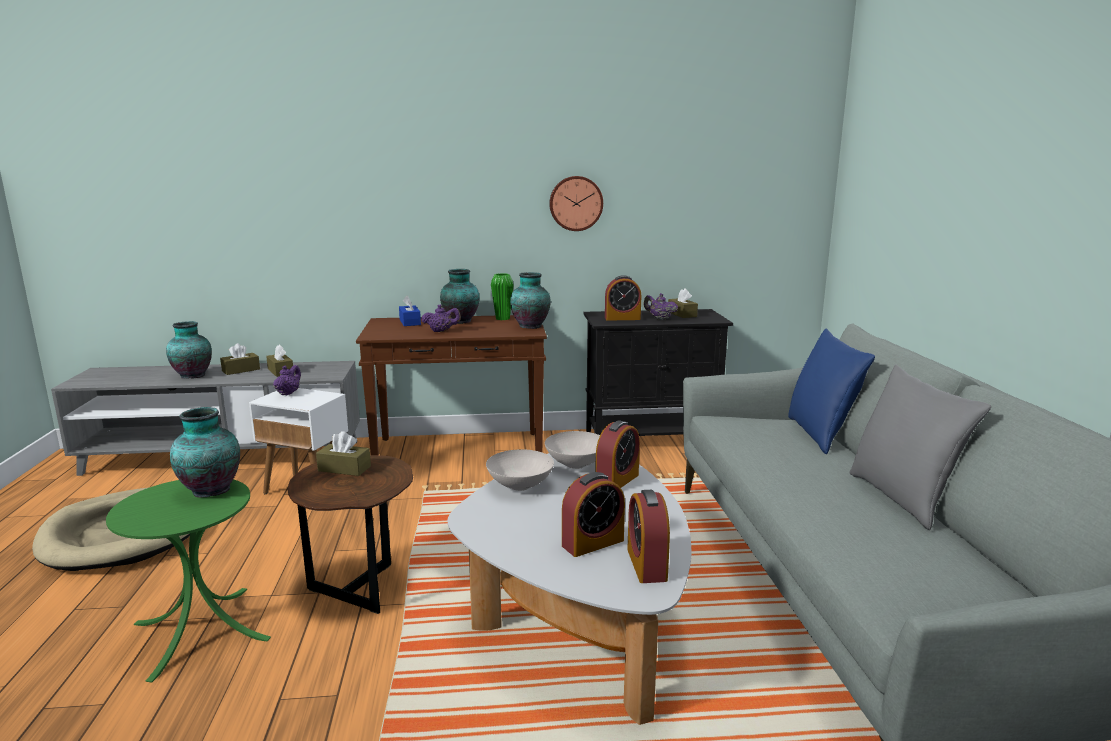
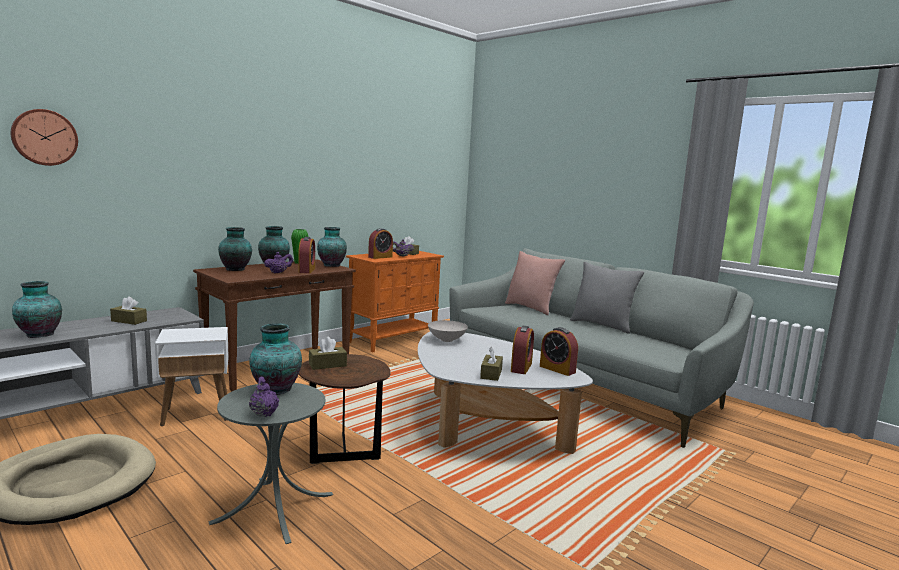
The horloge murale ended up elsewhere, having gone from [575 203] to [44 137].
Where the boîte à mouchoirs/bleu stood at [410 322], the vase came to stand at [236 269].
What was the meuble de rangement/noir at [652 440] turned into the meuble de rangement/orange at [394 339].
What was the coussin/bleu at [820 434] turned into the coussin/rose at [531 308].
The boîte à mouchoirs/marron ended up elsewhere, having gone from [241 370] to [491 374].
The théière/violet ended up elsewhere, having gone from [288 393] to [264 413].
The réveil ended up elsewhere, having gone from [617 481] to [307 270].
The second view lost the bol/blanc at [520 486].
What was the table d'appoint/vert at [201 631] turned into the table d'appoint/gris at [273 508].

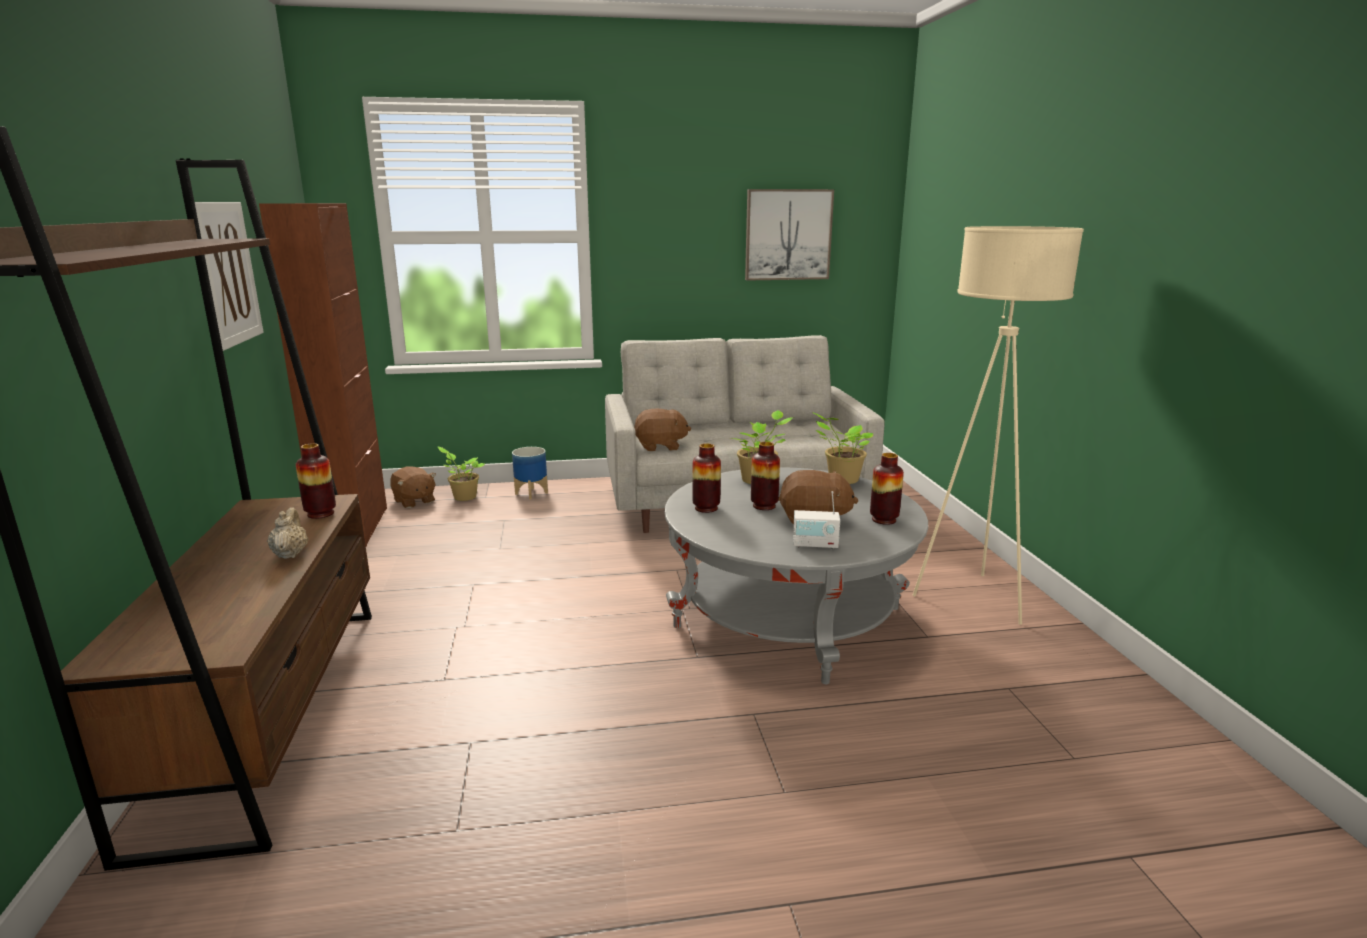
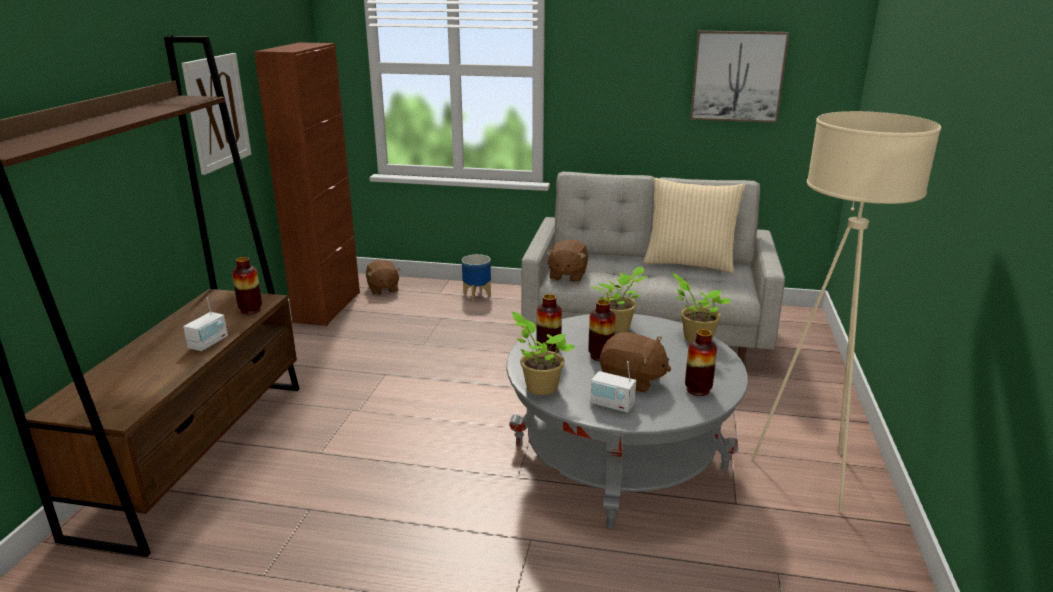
The peluche/marron at [660 446] ended up facing another way, 90 degrees clockwise from before.
The plante en pot ended up elsewhere, having gone from [463 497] to [539 386].
Where the théière/beige stood at [290 554], the radio came to stand at [209 343].
The second view gained the coussin/beige at [689 263].

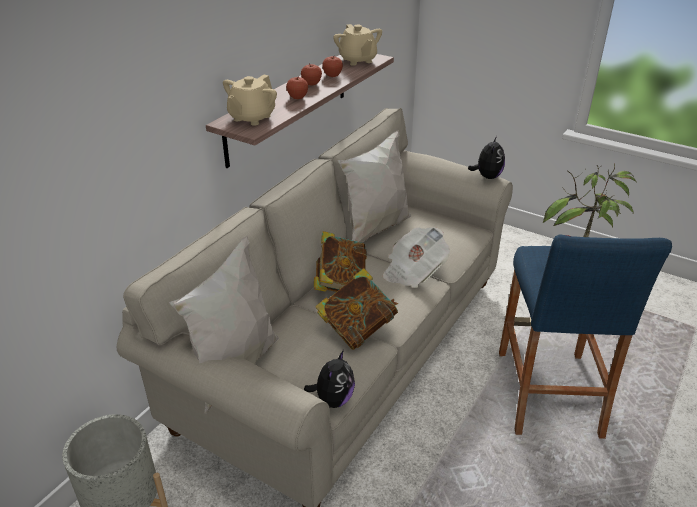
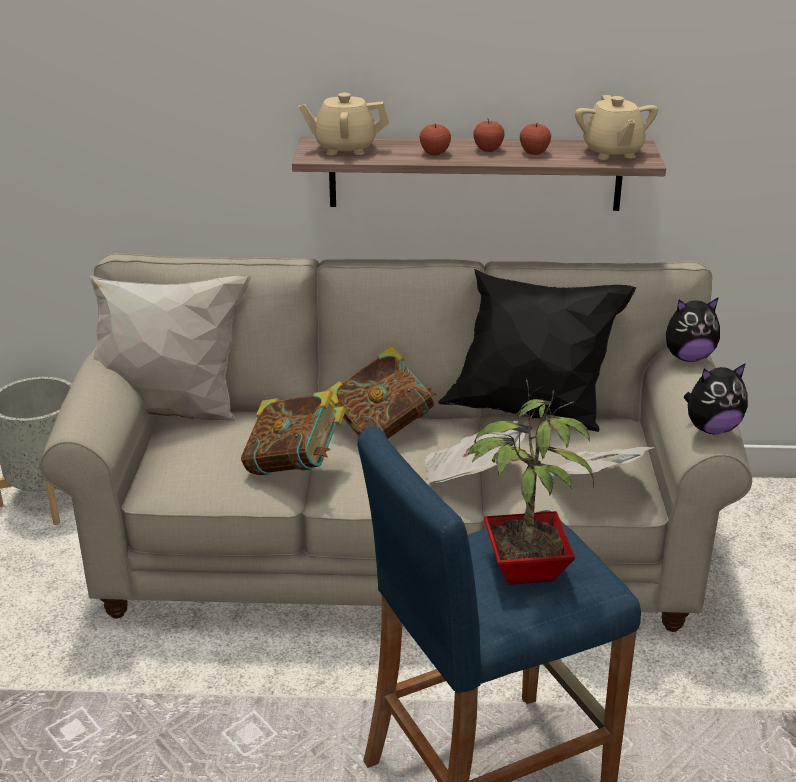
The théière/beige at [357 60] ended up facing another way, 45 degrees counterclockwise from before.
What was the coussin/blanc at [375 228] turned into the coussin/noir at [530 414].
The peluche ended up elsewhere, having gone from [333 399] to [688 357].
The second view gained the journal at [594 483].

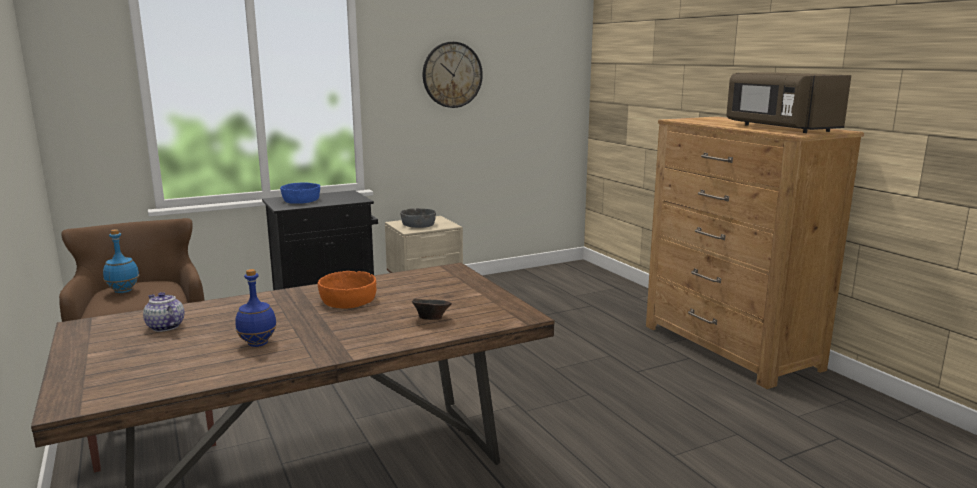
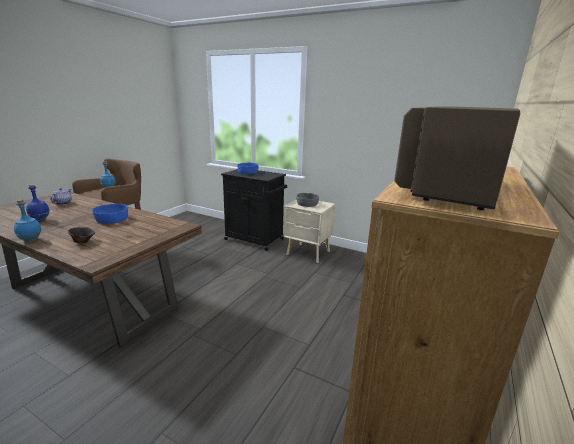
The second view lost the horloge murale at [452 75].
What was the bol/orange at [348 300] turned into the bol/bleu at [111 219].
The second view gained the bouteille/bleu at [30 240].

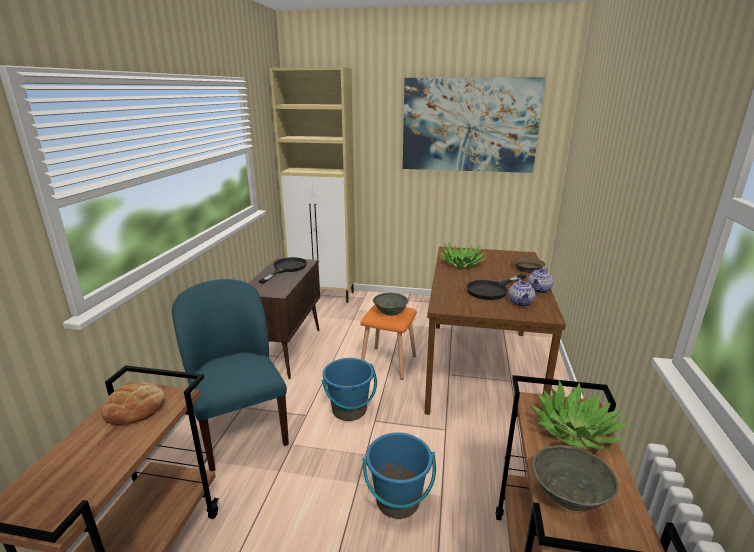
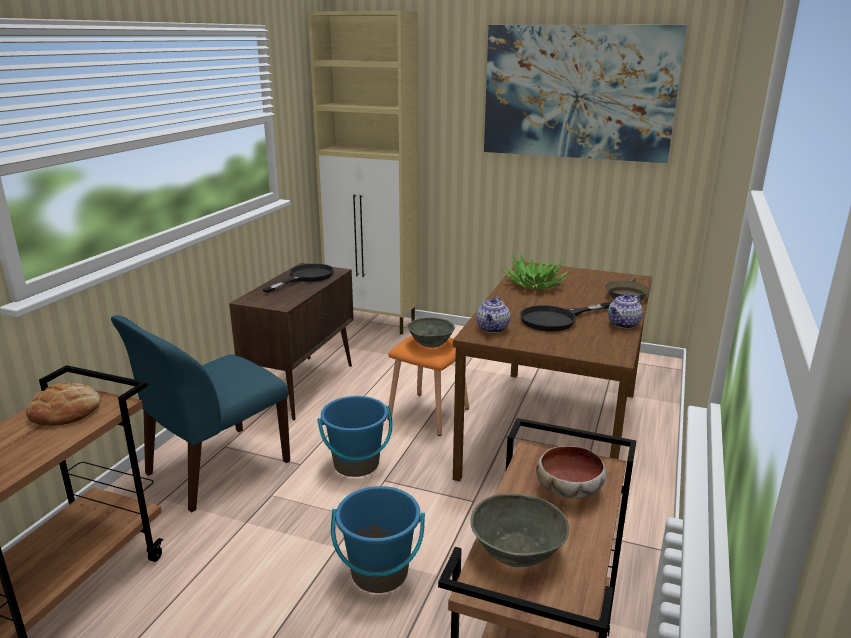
The théière ended up elsewhere, having gone from [521 303] to [492 329].
The chaise/bleu at [240 427] ended up facing another way, 120 degrees counterclockwise from before.
Where the plante en pot stood at [575 431], the bol came to stand at [569 489].

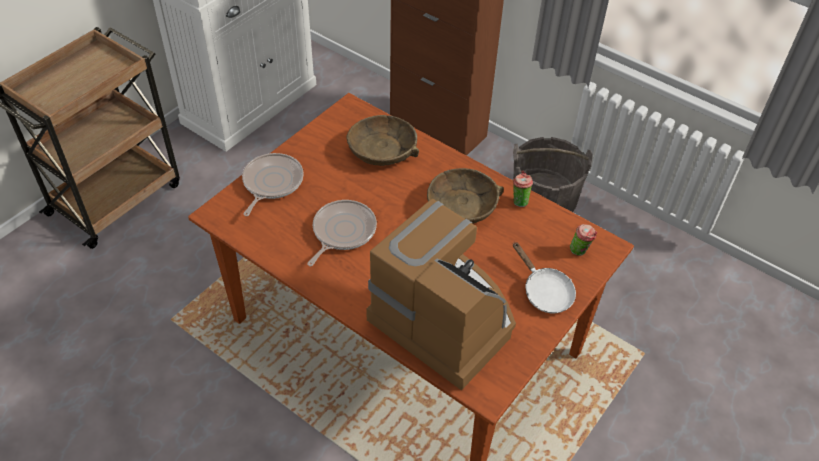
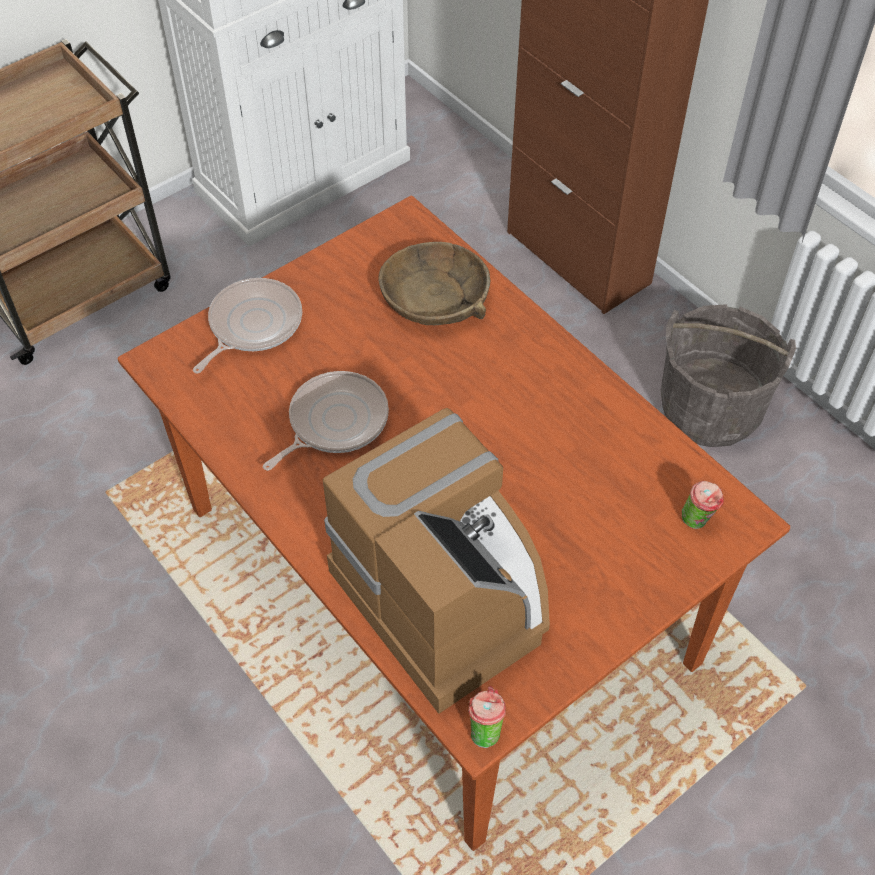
The second view lost the bol/marron at [462 205].
The tasse ended up elsewhere, having gone from [519 201] to [485 730].
The second view lost the poêle/blanc at [544 291].

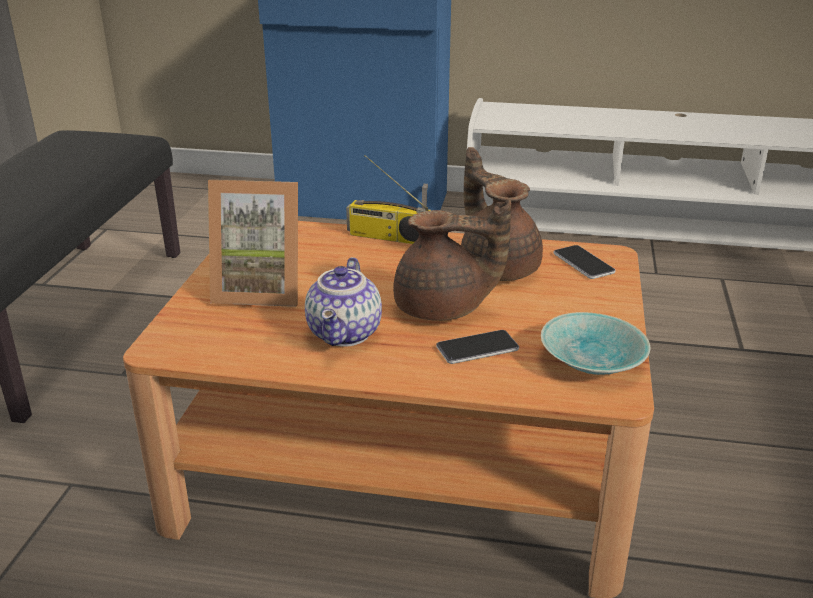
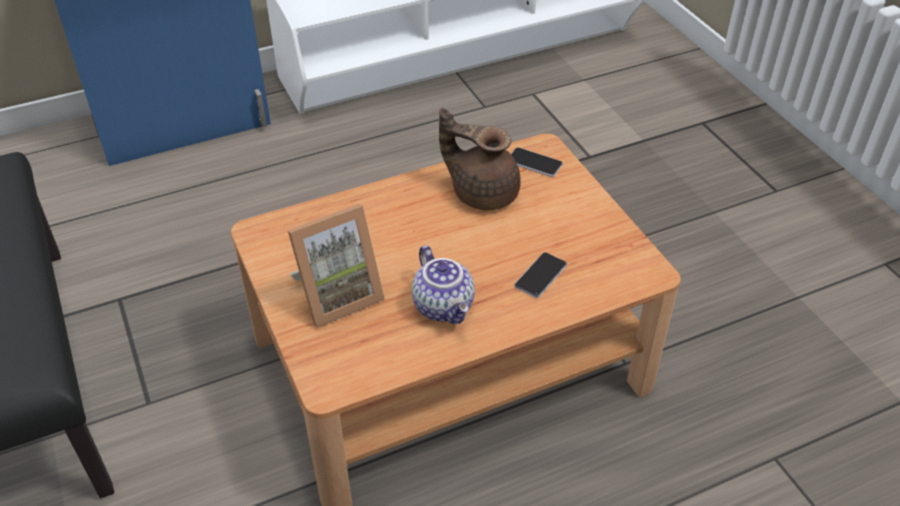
The second view lost the radio at [387 237].
The second view lost the théière/marron at [443 309].
The second view lost the bol/turquoise at [594 359].

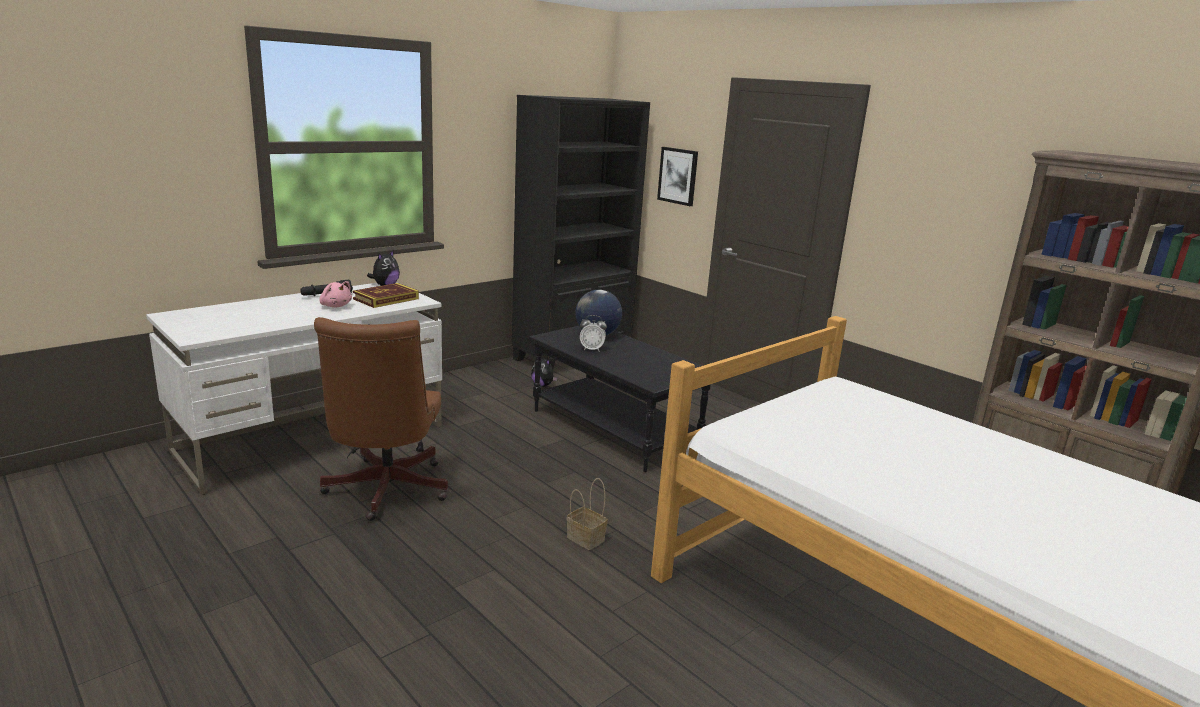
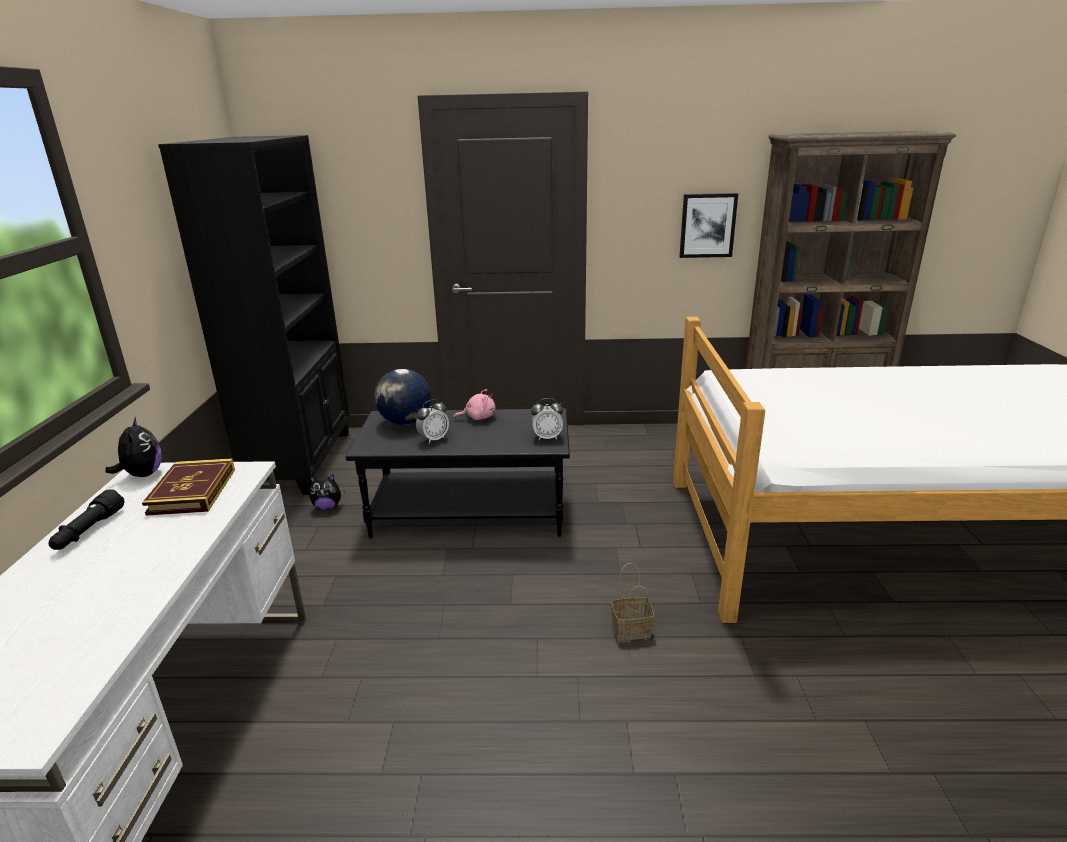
The tableau ended up elsewhere, having gone from [678 176] to [707 225].
The peluche/rose ended up elsewhere, having gone from [335 306] to [478 417].
The second view lost the chaise de bureau/marron at [384 492].
The second view gained the réveil at [547 437].

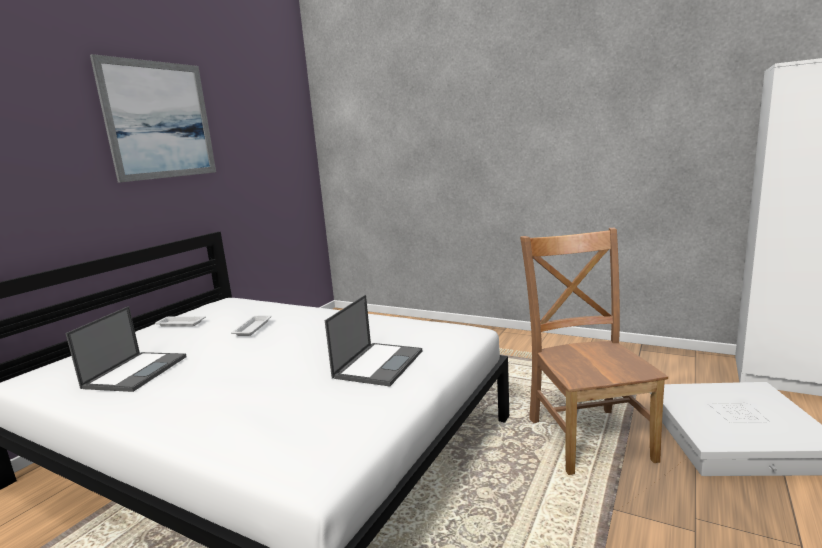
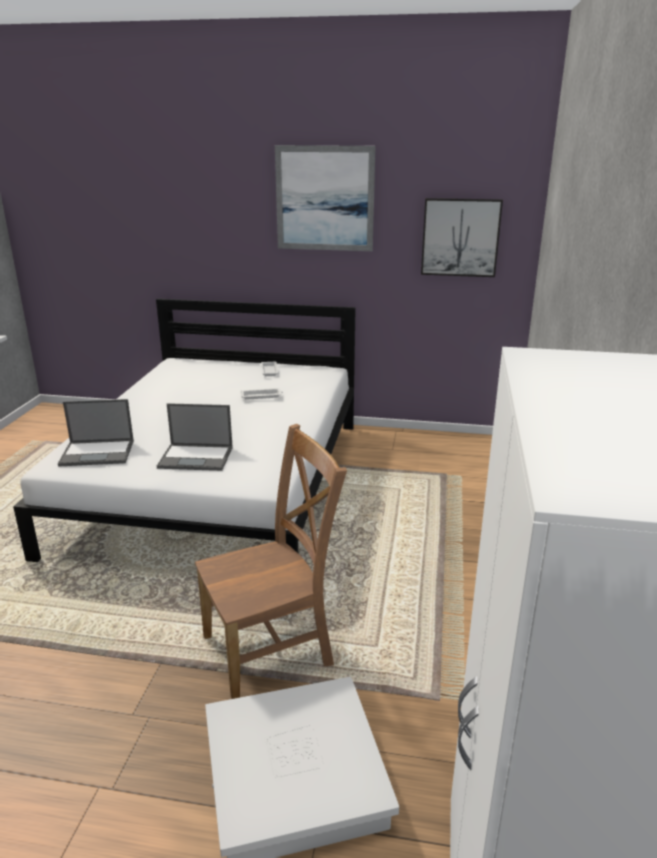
The ordinateur portable ended up elsewhere, having gone from [136 371] to [98 453].
The second view gained the tableau at [460 237].

